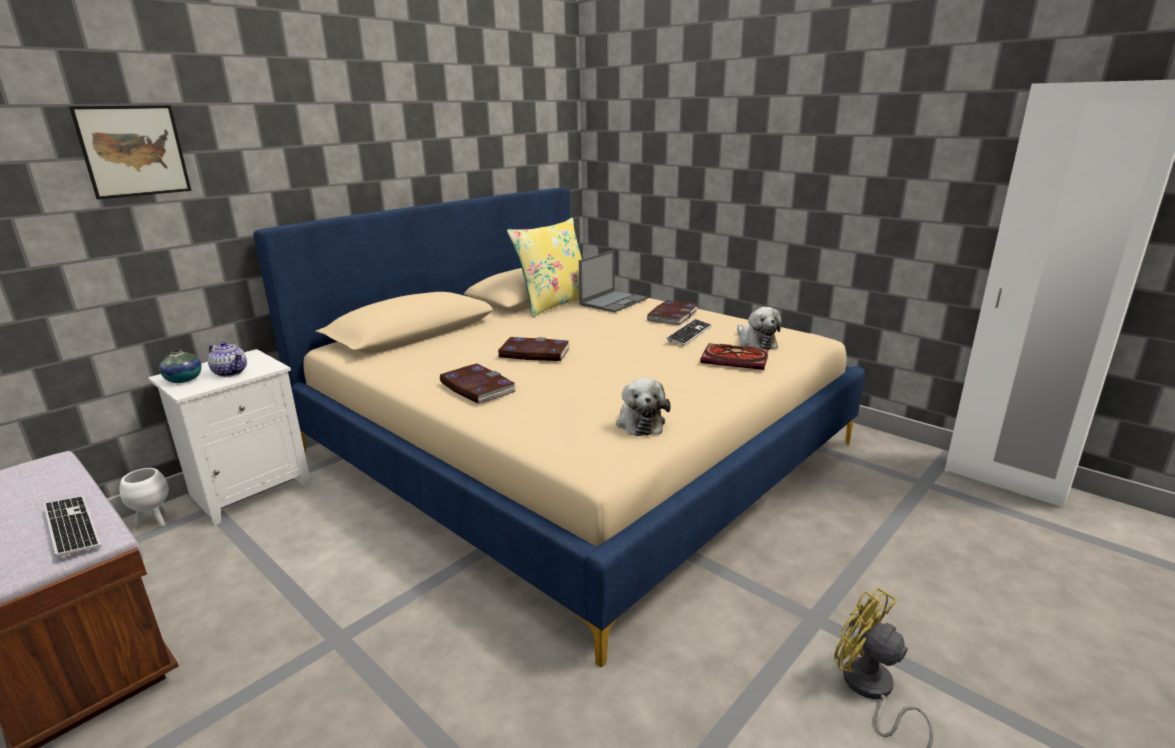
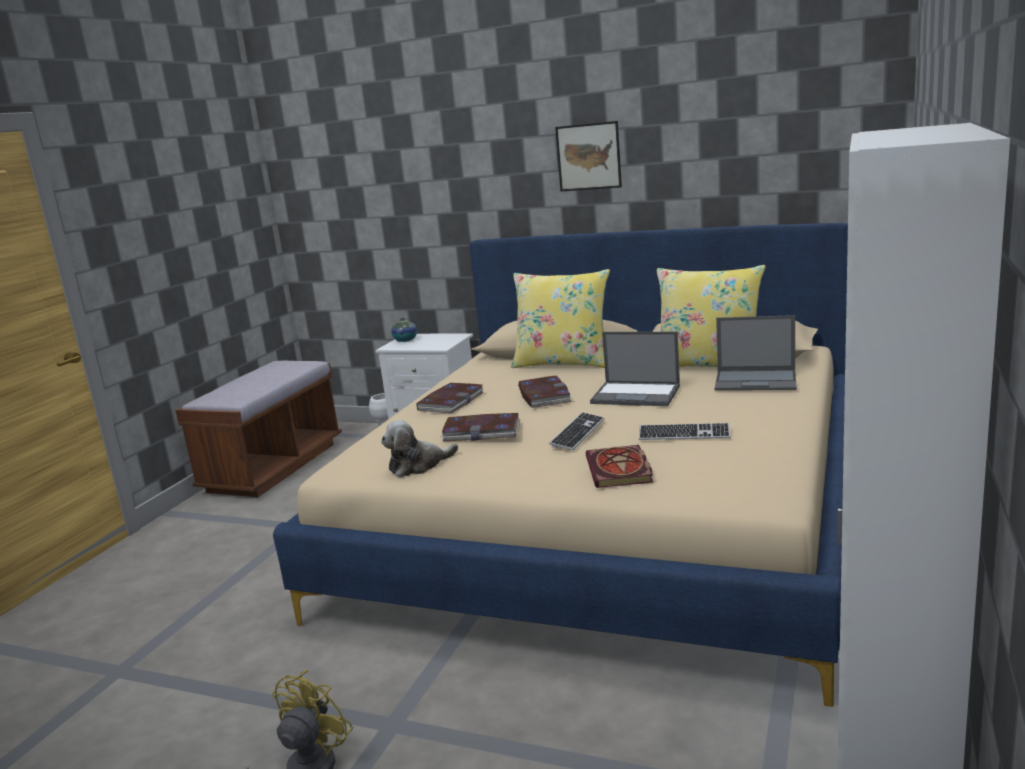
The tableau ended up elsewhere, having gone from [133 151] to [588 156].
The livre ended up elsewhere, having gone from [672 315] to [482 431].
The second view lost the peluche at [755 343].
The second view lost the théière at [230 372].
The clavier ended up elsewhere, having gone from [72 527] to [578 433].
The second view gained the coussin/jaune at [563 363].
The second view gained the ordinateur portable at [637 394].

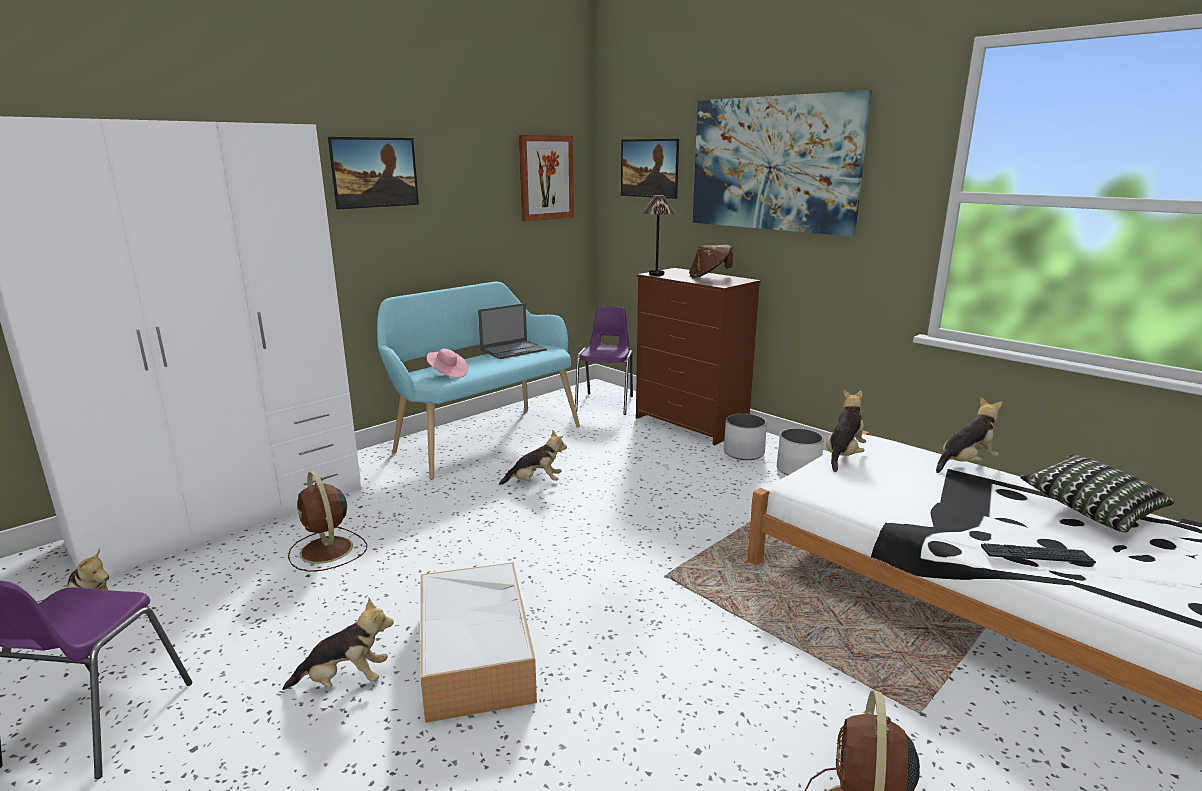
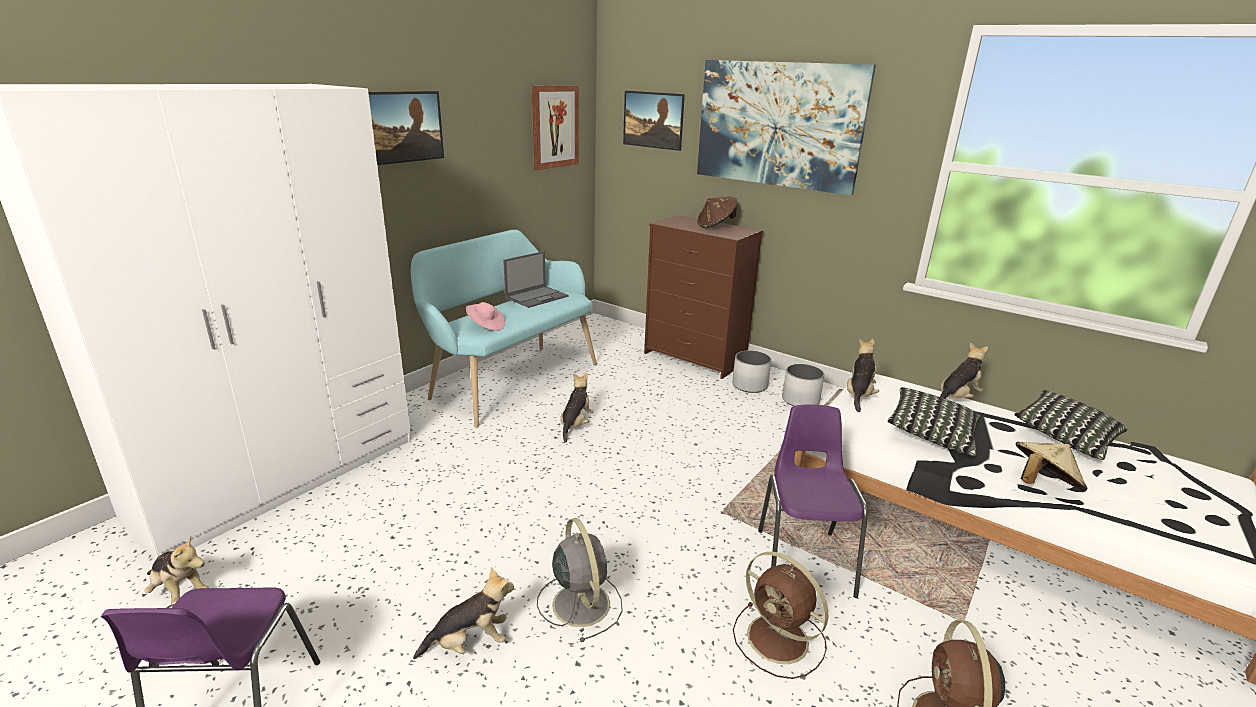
The second view lost the lampe de table at [657 274].
The chaise/violet ended up elsewhere, having gone from [606 403] to [803 560].
The peluche at [535 482] ended up facing another way, 60 degrees counterclockwise from before.
The ventilateur/marron ended up elsewhere, having gone from [327 551] to [780 640].
Where the clavier stood at [1036 555], the chapeau/beige came to stand at [1042 484].
Where the boîte de rangement stood at [474 652], the ventilateur/gris came to stand at [580 602].
The second view gained the coussin at [931 434].

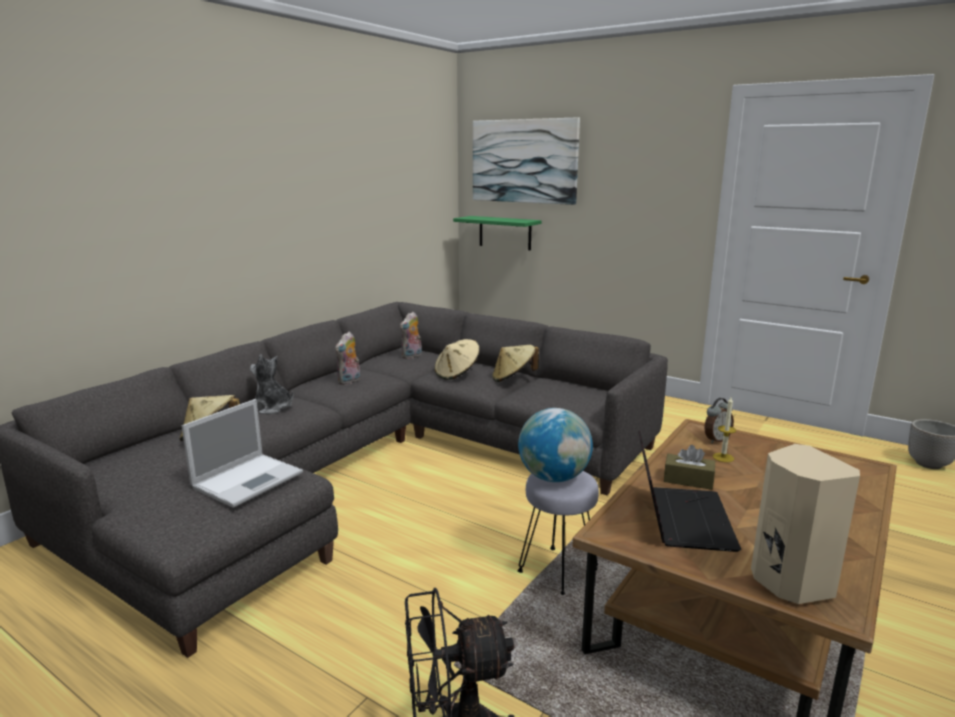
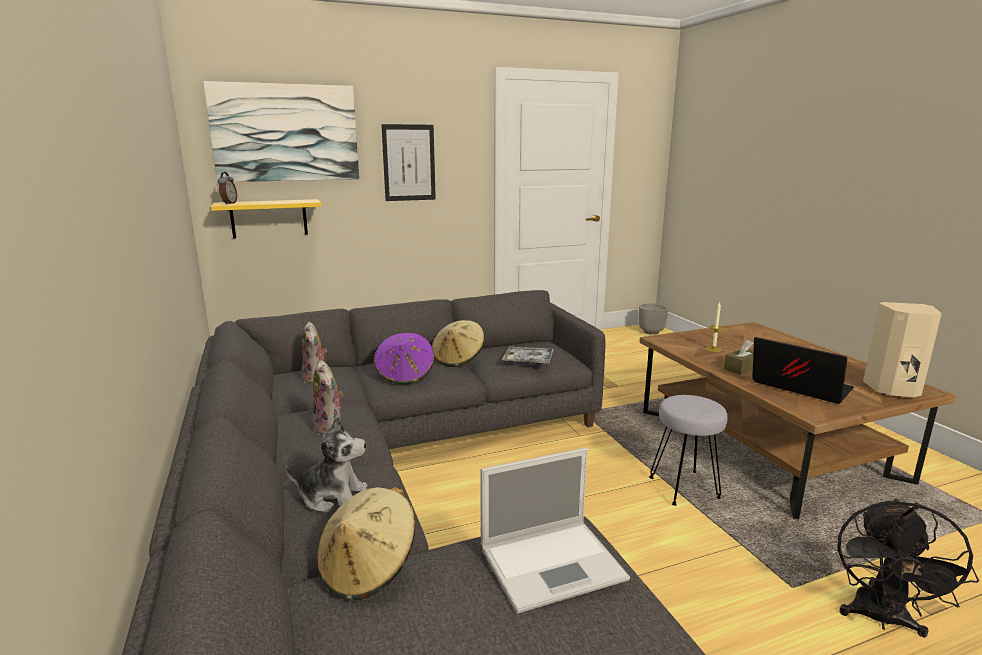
What was the étagère/vert at [505 233] turned into the étagère/jaune at [269 218].
What was the chapeau/beige at [457 374] turned into the chapeau/violet at [405 375].
The peluche at [272 408] ended up facing another way, 150 degrees counterclockwise from before.
The réveil ended up elsewhere, having gone from [716 440] to [229 204].
The ordinateur portable at [249 479] ended up facing another way, 90 degrees clockwise from before.
The second view lost the globe at [554 477].
The second view gained the tableau at [409 163].
The second view gained the plateau at [528 361].

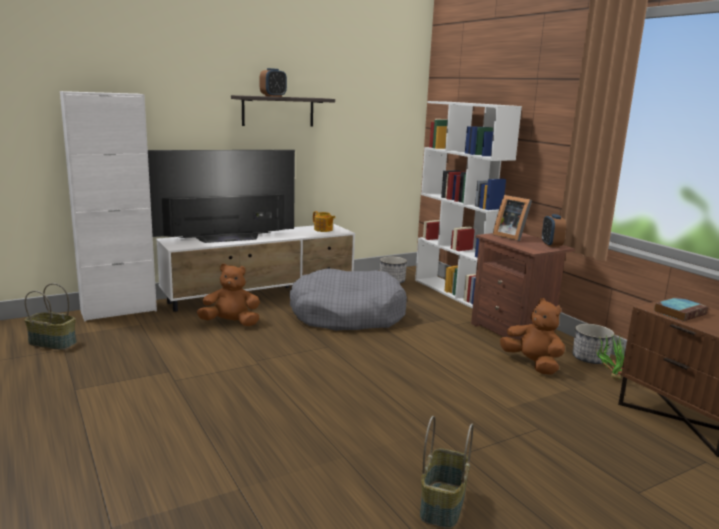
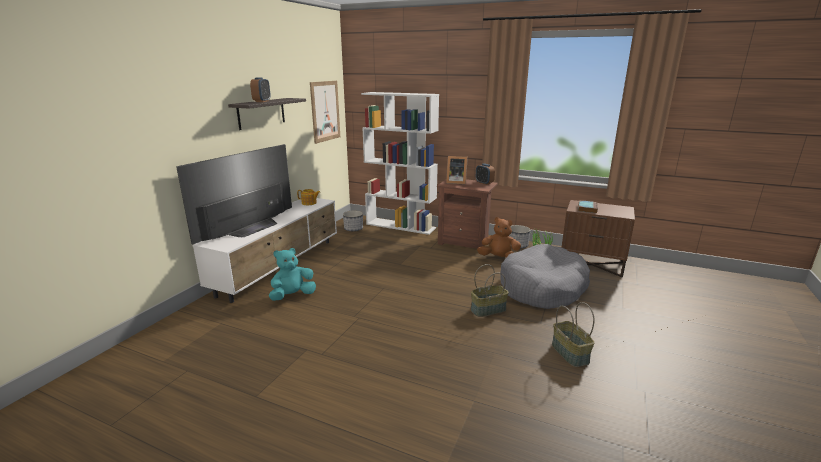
The second view lost the meuble de rangement/blanc at [118 311].
What was the peluche/marron at [231 323] turned into the peluche/turquoise at [293 296].
The panier pour chien/gris ended up elsewhere, having gone from [347 315] to [542 288].
The panier ended up elsewhere, having gone from [53 343] to [488 309].
The second view gained the tableau at [325 111].

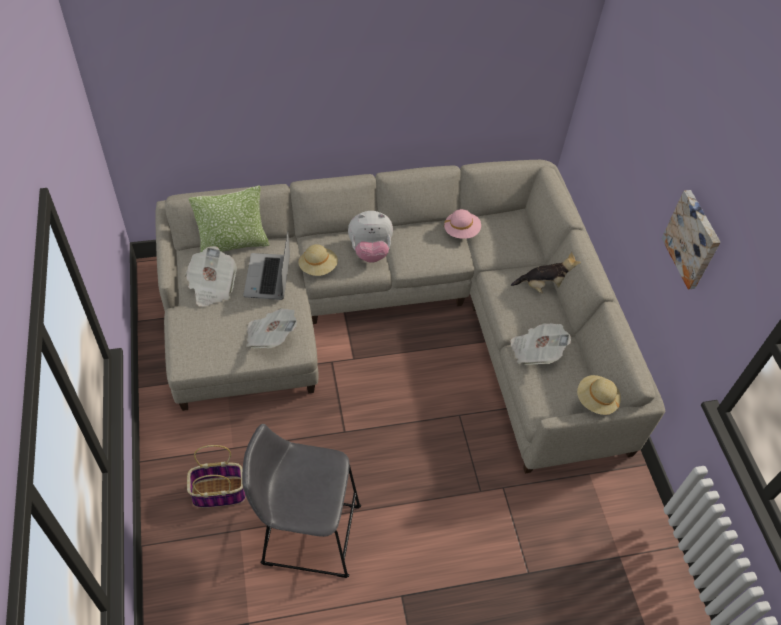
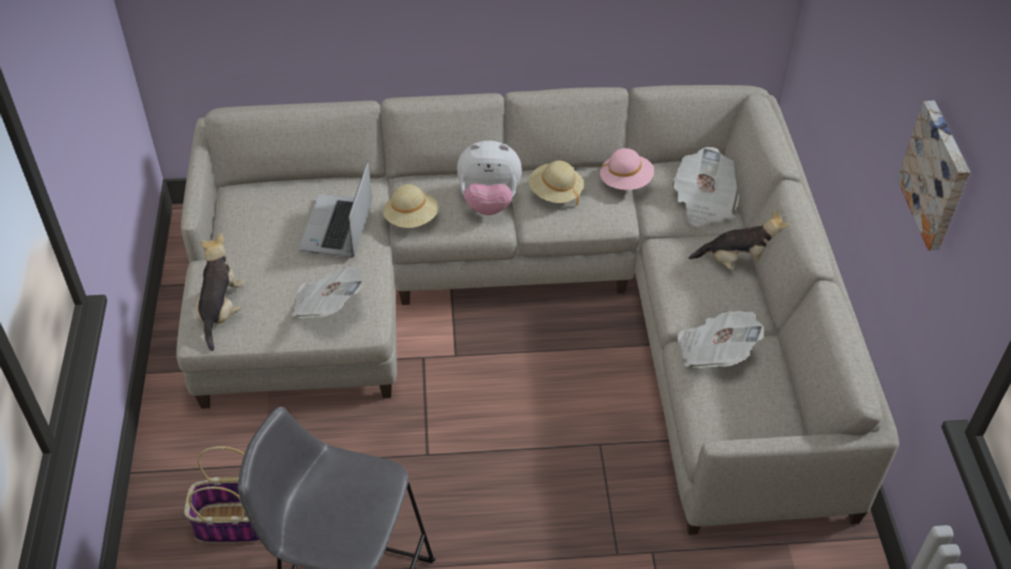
The second view lost the coussin at [233 244].
The journal ended up elsewhere, having gone from [212 286] to [704 202].
The chapeau/beige ended up elsewhere, having gone from [596 400] to [555 193].
The second view gained the peluche at [221 311].

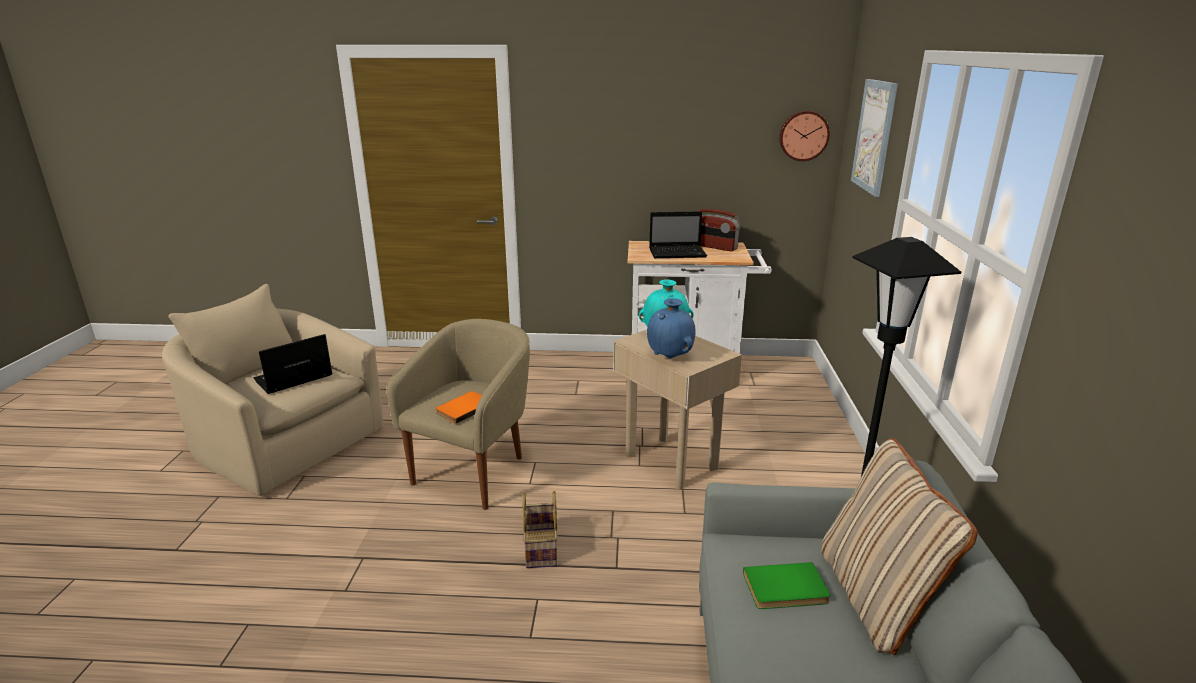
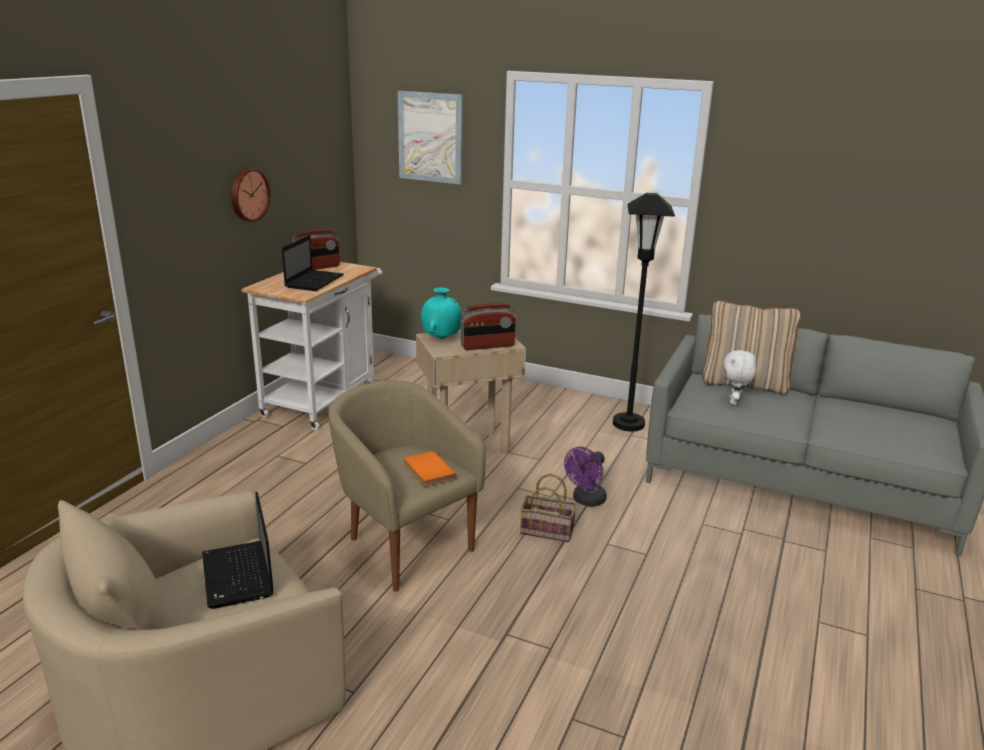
The horloge murale ended up elsewhere, having gone from [803 135] to [248 194].
Where the vase/bleu stood at [670 357], the radio came to stand at [487 346].
Where the livre/vert stood at [786 590], the peluche/blanc came to stand at [734 402].
The second view gained the ventilateur/violet at [586 501].

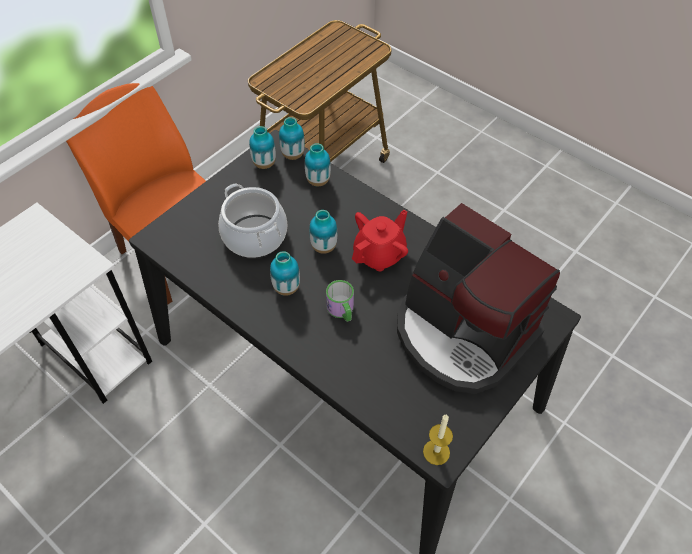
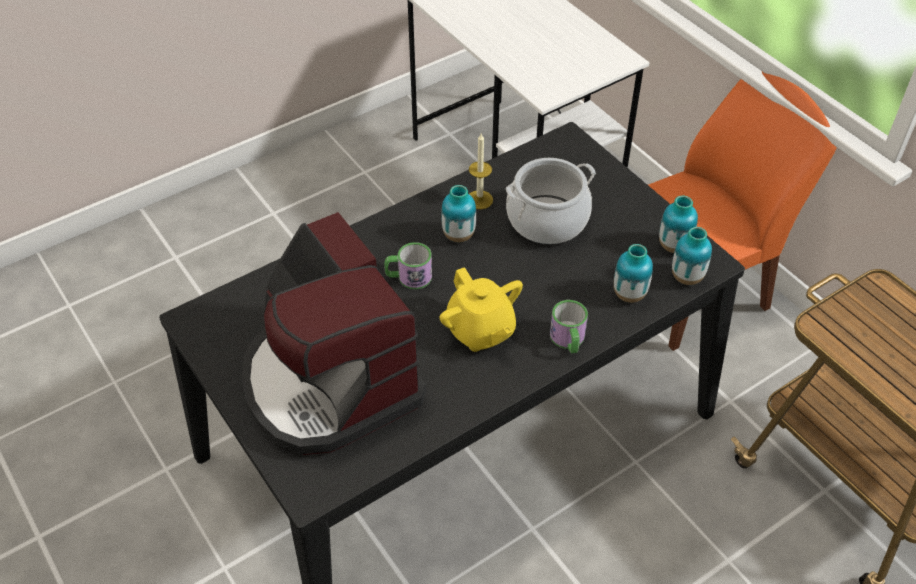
The machine à café at [462 333] ended up facing another way, 90 degrees counterclockwise from before.
The second view lost the vase at [323 247].
What was the théière/rouge at [379 254] turned into the théière/jaune at [480 331].
The bougie ended up elsewhere, having gone from [436 452] to [479 200].
The second view gained the mug at [568 340].

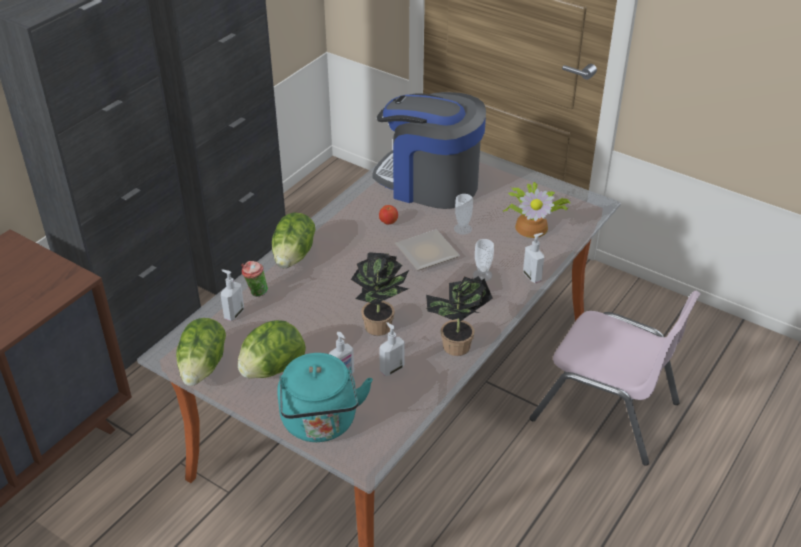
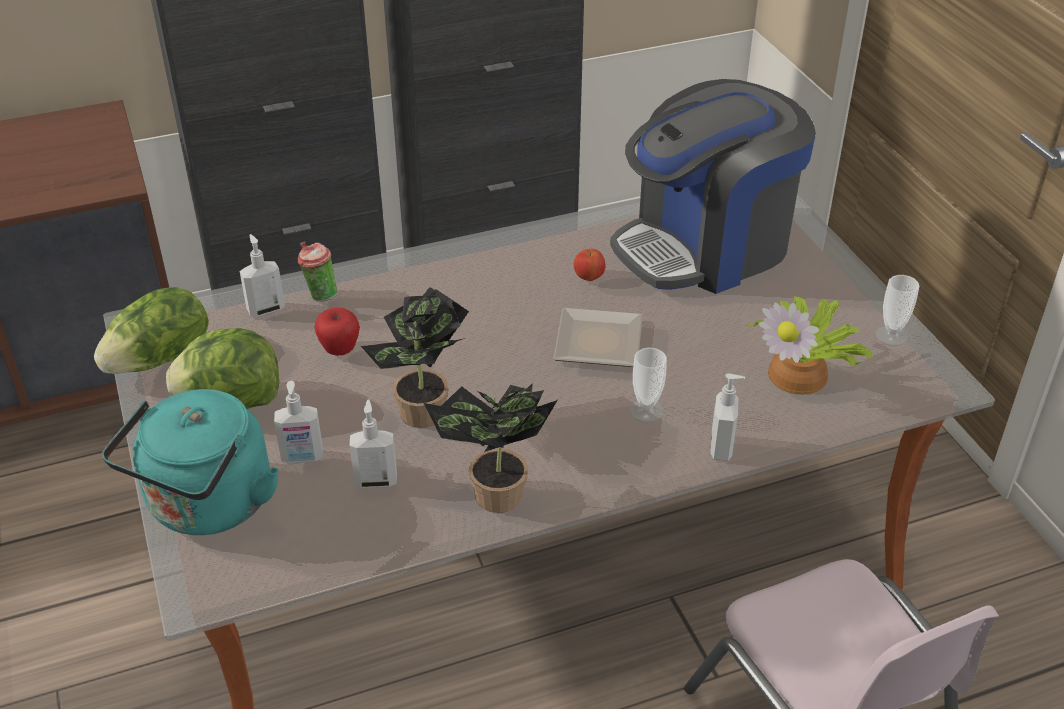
The machine à café at [429 183] ended up facing another way, 90 degrees counterclockwise from before.
The tasse ended up elsewhere, having gone from [462 229] to [891 335].
The second view lost the laitue at [294 255].
The second view gained the pomme at [340 350].

